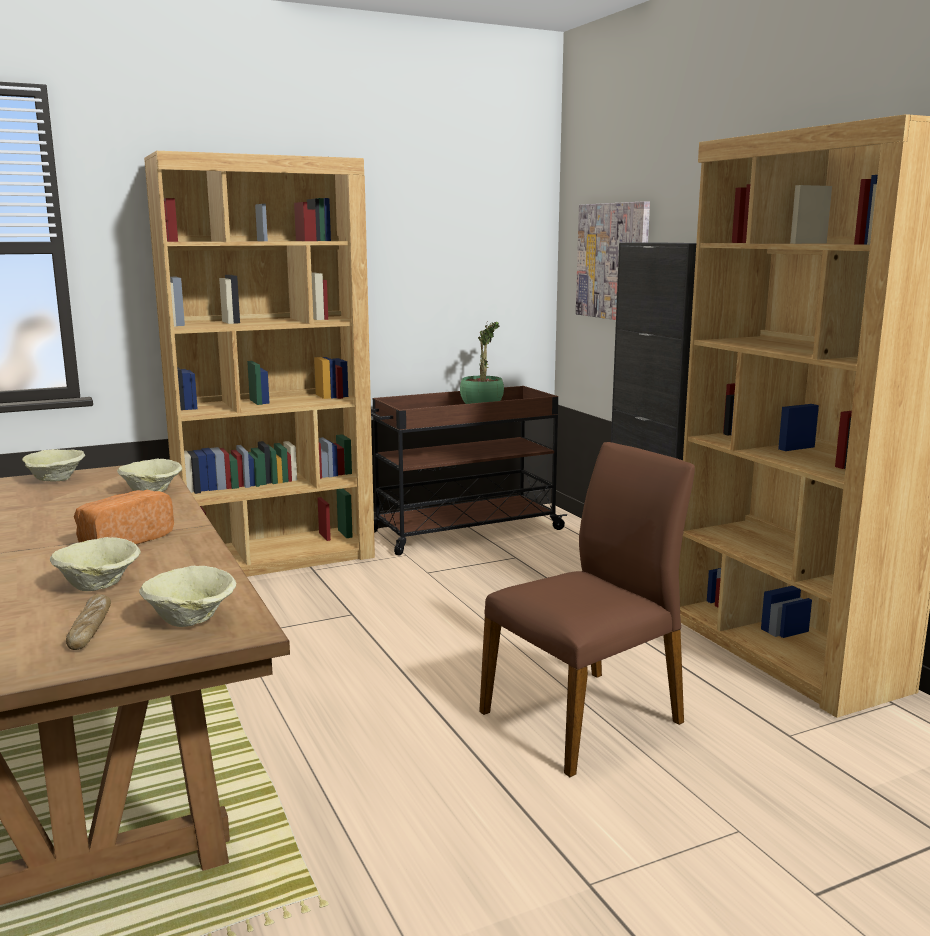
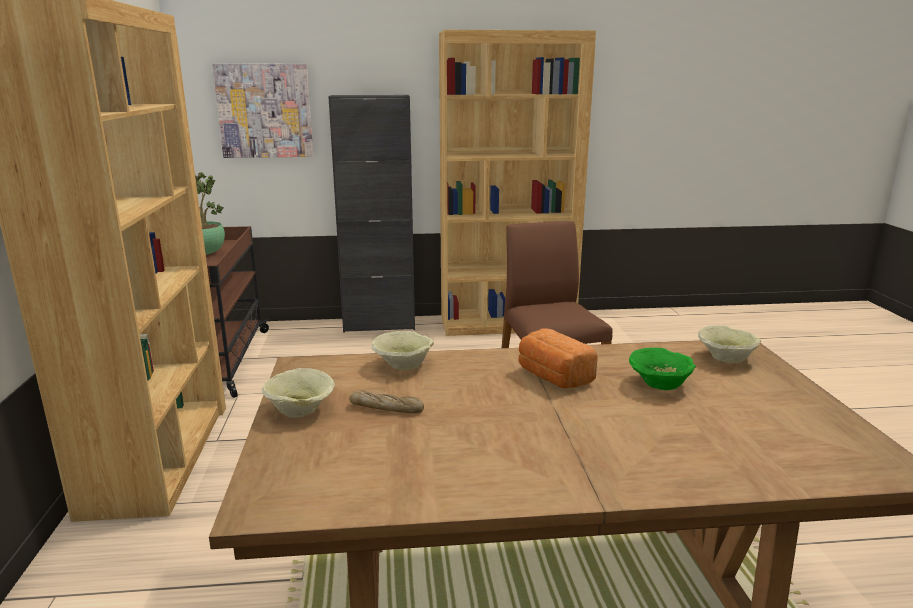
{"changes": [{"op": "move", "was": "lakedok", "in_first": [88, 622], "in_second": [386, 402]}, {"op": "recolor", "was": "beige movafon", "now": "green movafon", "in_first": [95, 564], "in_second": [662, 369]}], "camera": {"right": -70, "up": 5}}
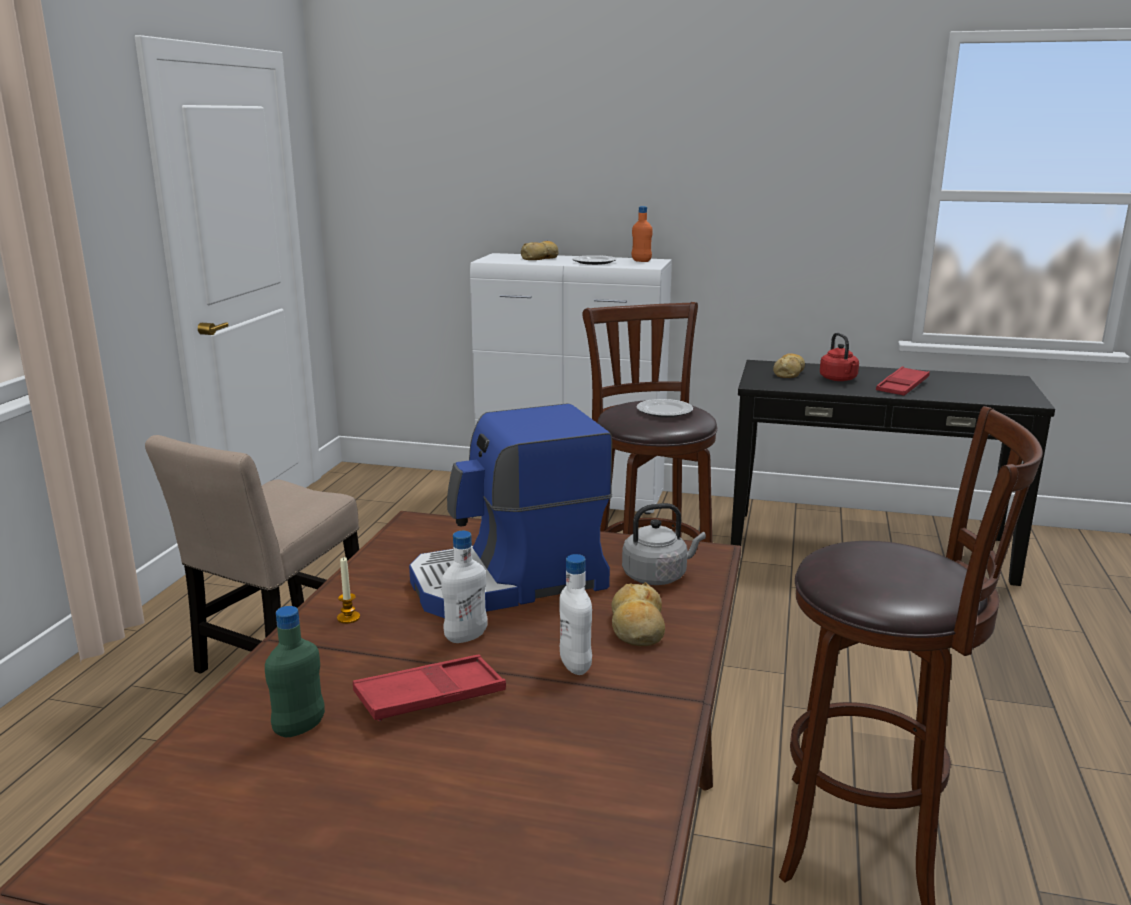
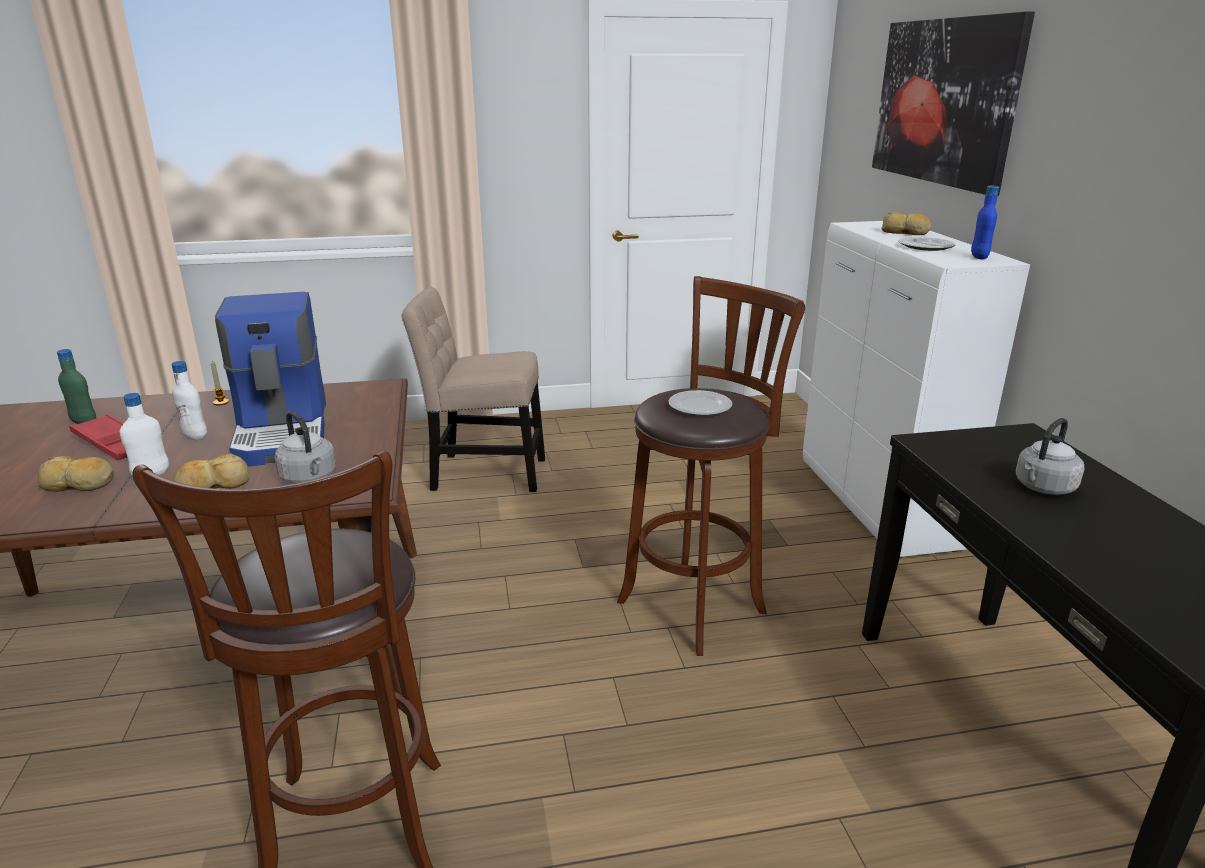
{"changes": [{"op": "delete", "was": "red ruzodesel", "in_first": [903, 381]}, {"op": "insert", "now": "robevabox", "in_second": [953, 104]}, {"op": "move", "was": "lakedok", "in_first": [789, 365], "in_second": [75, 474]}, {"op": "recolor", "was": "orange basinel", "now": "blue basinel", "in_first": [642, 234], "in_second": [985, 222]}, {"op": "recolor", "was": "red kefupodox", "now": "grey kefupodox", "in_first": [839, 357], "in_second": [1050, 456]}, {"op": "rotate", "was": "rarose", "in_first": [510, 510], "in_second": [270, 379], "clockwise": -150}], "camera": {"right": 65, "up": 5}}
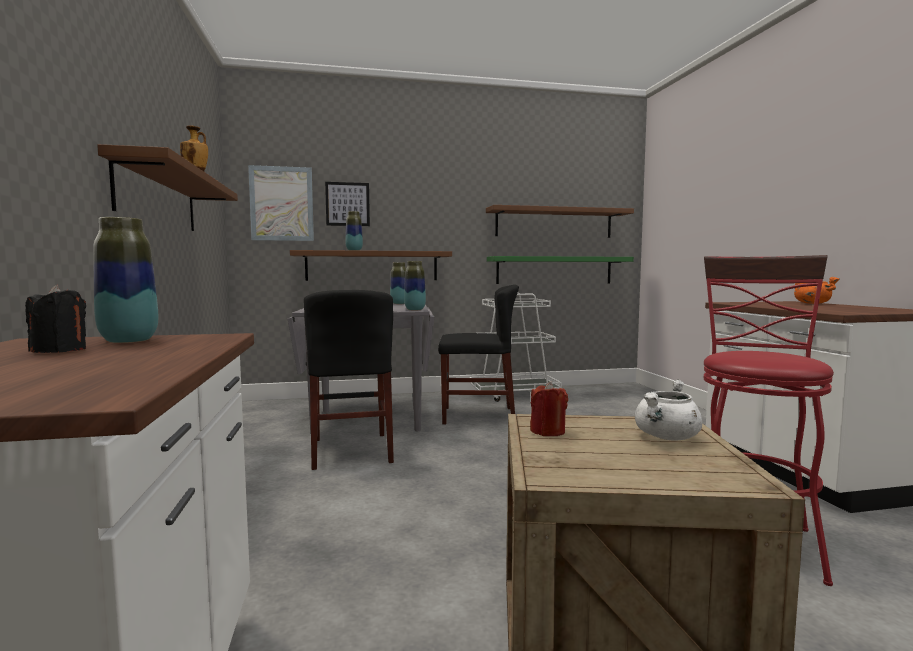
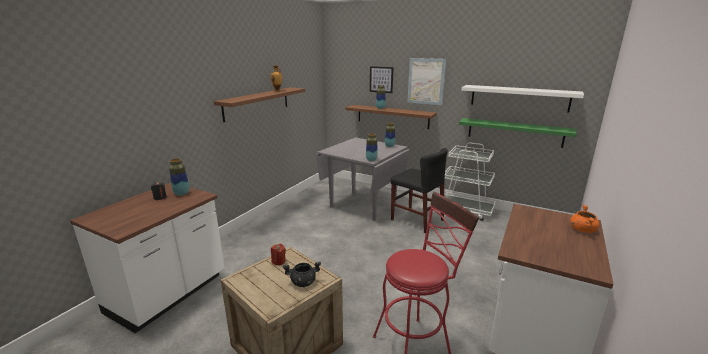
{"changes": [{"op": "delete", "was": "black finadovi", "in_first": [349, 380]}, {"op": "move", "was": "robevabox", "in_first": [281, 203], "in_second": [427, 81]}, {"op": "recolor", "was": "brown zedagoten", "now": "white zedagoten", "in_first": [560, 221], "in_second": [522, 98]}, {"op": "recolor", "was": "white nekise", "now": "black nekise", "in_first": [668, 410], "in_second": [302, 274]}], "camera": {"right": 40, "up": 15}}
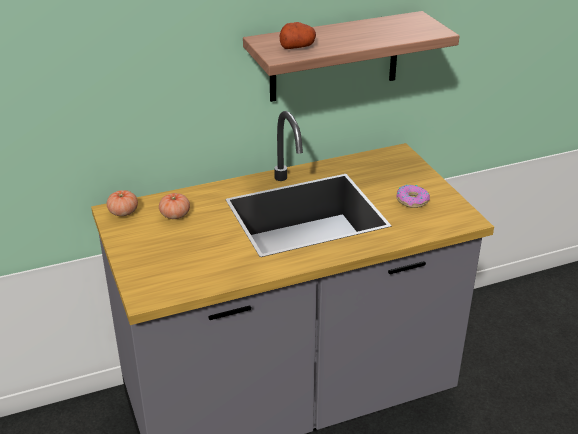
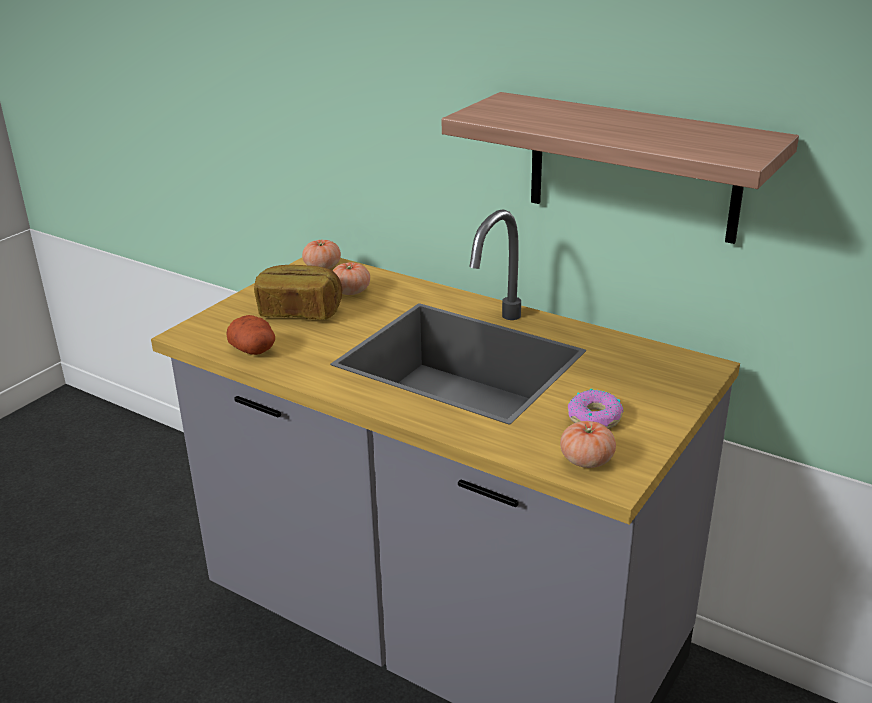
{"changes": [{"op": "insert", "now": "lakedok", "in_second": [298, 292]}, {"op": "insert", "now": "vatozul", "in_second": [588, 444]}, {"op": "move", "was": "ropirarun", "in_first": [297, 35], "in_second": [250, 335]}], "camera": {"right": 55, "up": -5}}
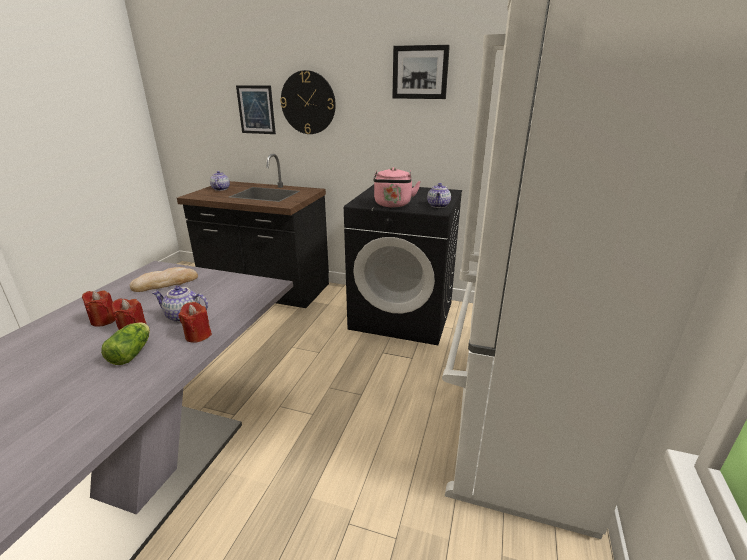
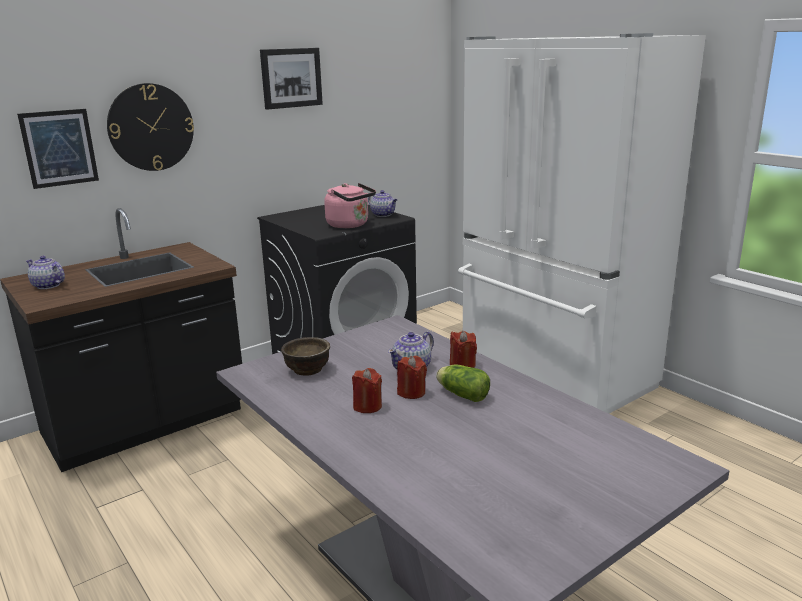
{"changes": [{"op": "replace", "was": "lakedok", "now": "brown movafon", "in_first": [164, 279], "in_second": [305, 356]}], "camera": {"right": -55, "up": -5}}
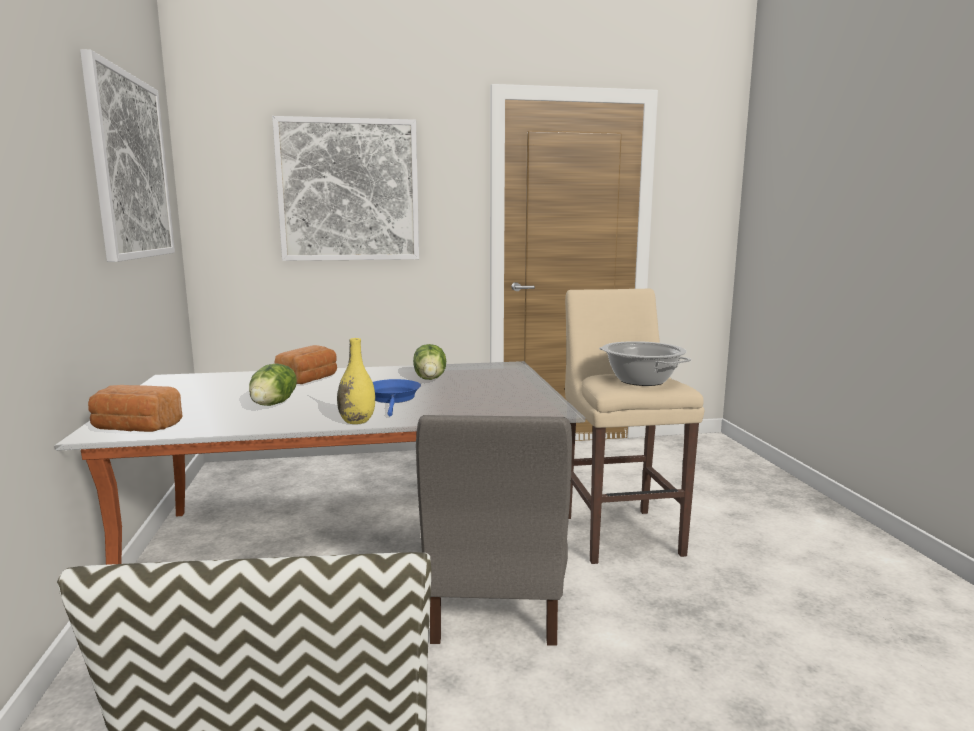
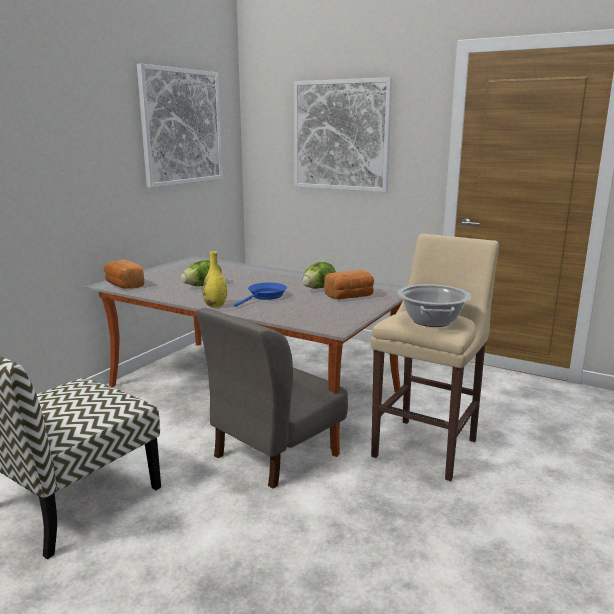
{"changes": [{"op": "move", "was": "lakedok", "in_first": [306, 364], "in_second": [349, 285]}], "camera": {"right": 40, "up": 5}}
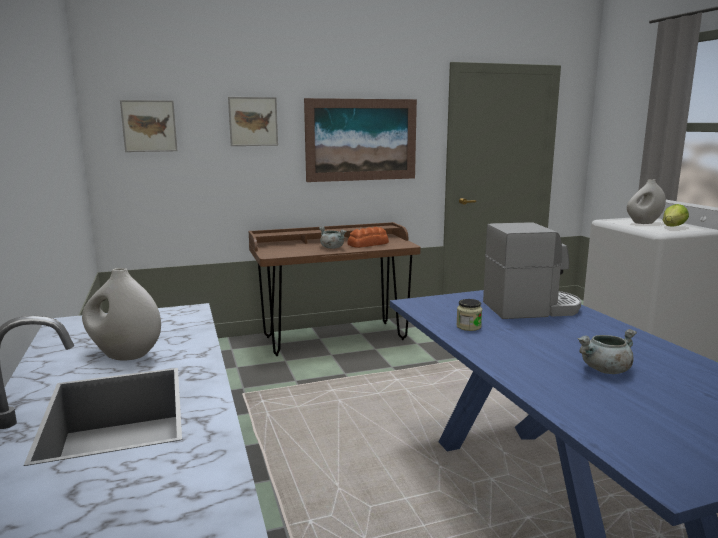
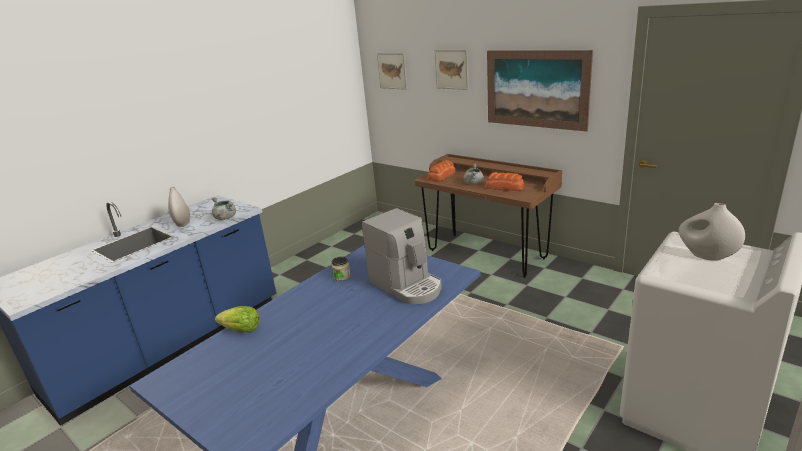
{"changes": [{"op": "insert", "now": "lakedok", "in_second": [442, 171]}, {"op": "move", "was": "grey nekise", "in_first": [607, 351], "in_second": [223, 208]}, {"op": "move", "was": "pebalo", "in_first": [676, 215], "in_second": [237, 319]}], "camera": {"right": 60, "up": 10}}
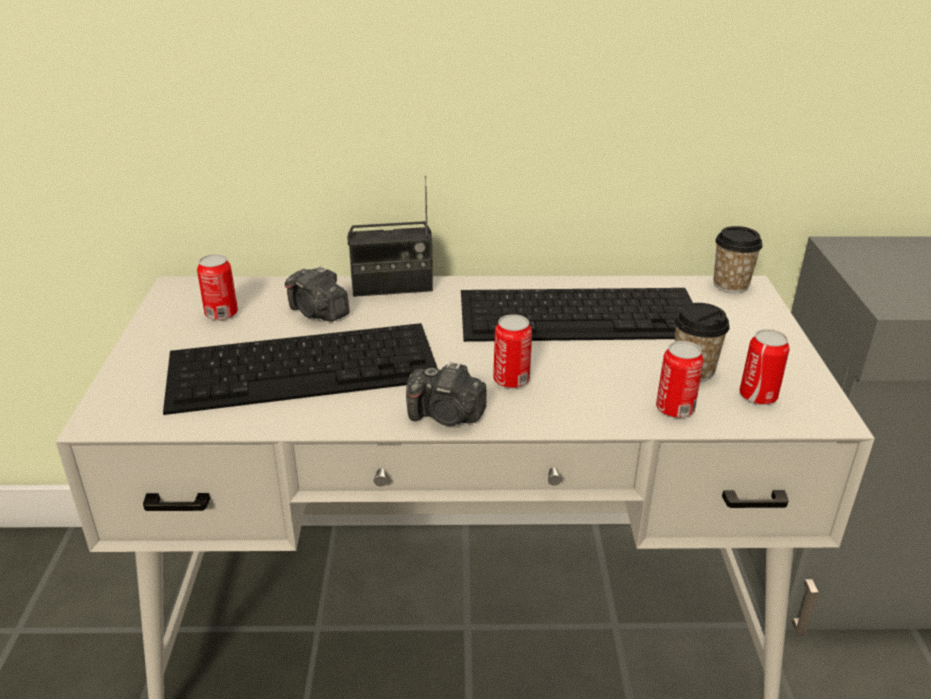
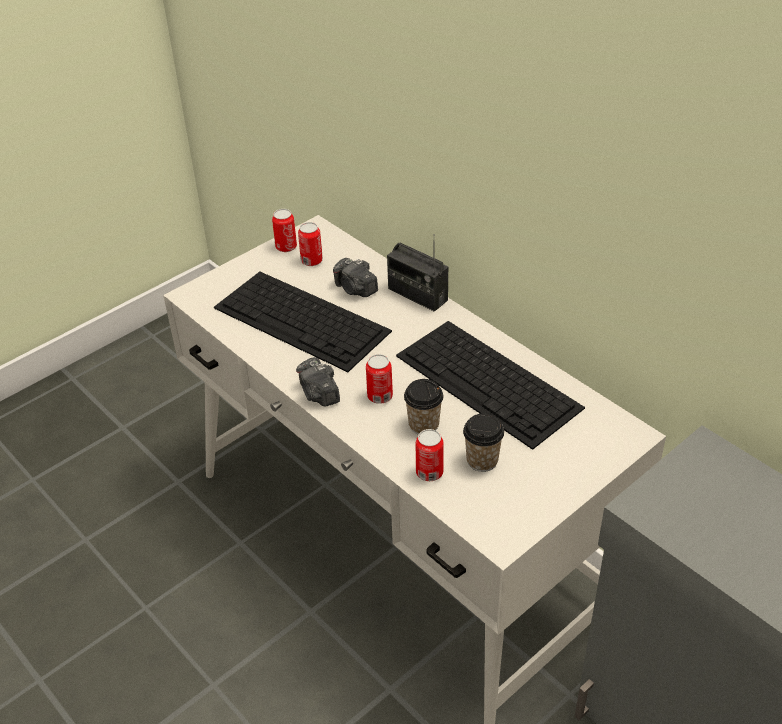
{"changes": [{"op": "move", "was": "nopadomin", "in_first": [738, 259], "in_second": [423, 407]}, {"op": "move", "was": "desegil", "in_first": [765, 367], "in_second": [284, 230]}, {"op": "rotate", "was": "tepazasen", "in_first": [317, 294], "in_second": [355, 277], "clockwise": -45}], "camera": {"right": 50, "up": 10}}
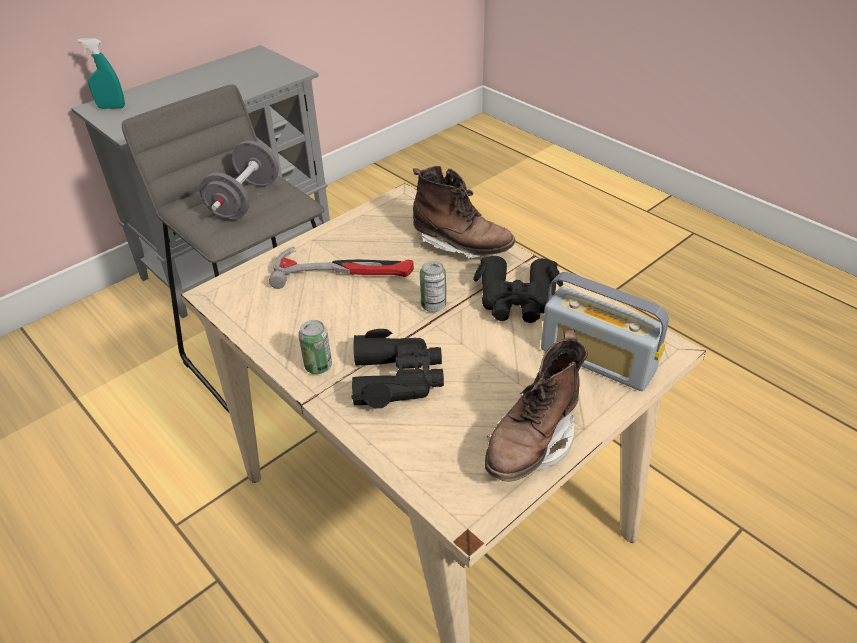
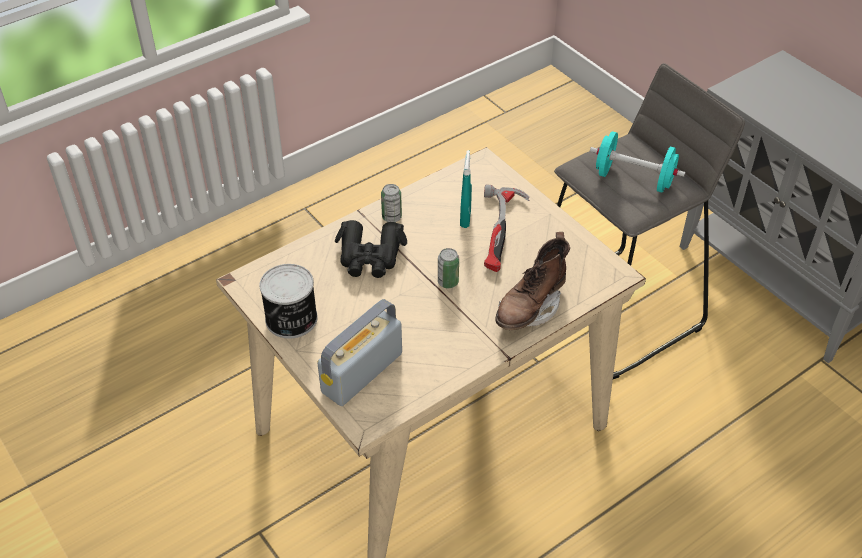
{"changes": [{"op": "delete", "was": "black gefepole", "in_first": [518, 289]}, {"op": "move", "was": "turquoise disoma", "in_first": [101, 73], "in_second": [466, 189]}, {"op": "replace", "was": "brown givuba", "now": "desegil", "in_first": [536, 405], "in_second": [288, 301]}, {"op": "recolor", "was": "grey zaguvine", "now": "turquoise zaguvine", "in_first": [239, 180], "in_second": [638, 162]}], "camera": {"right": 95, "up": 5}}
